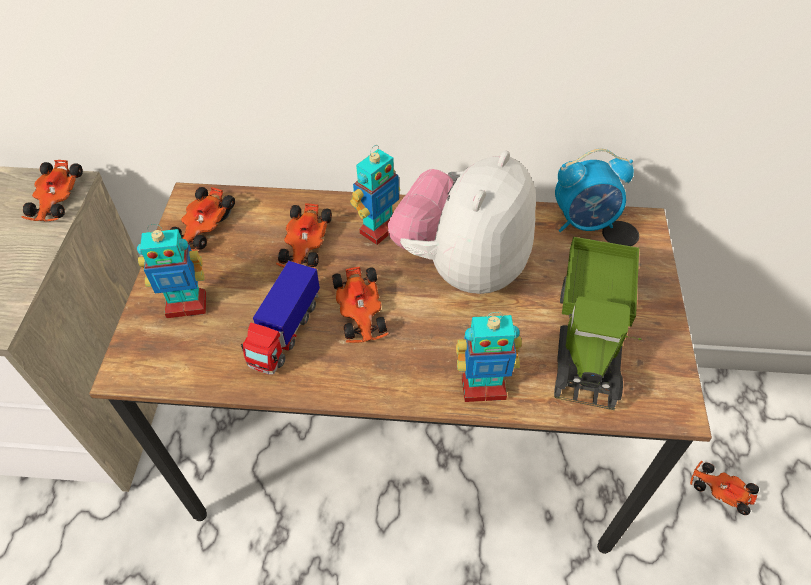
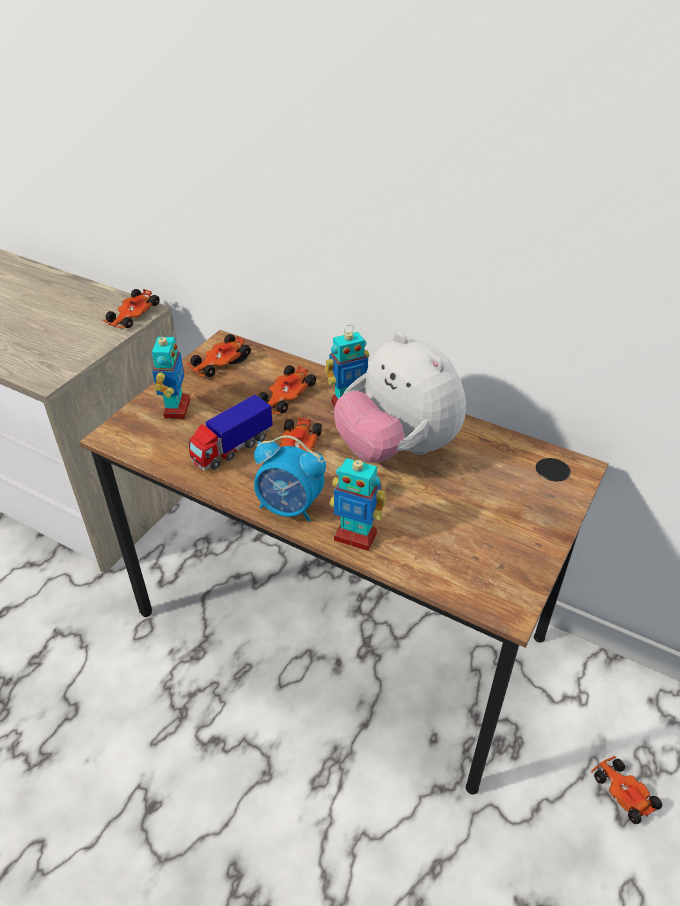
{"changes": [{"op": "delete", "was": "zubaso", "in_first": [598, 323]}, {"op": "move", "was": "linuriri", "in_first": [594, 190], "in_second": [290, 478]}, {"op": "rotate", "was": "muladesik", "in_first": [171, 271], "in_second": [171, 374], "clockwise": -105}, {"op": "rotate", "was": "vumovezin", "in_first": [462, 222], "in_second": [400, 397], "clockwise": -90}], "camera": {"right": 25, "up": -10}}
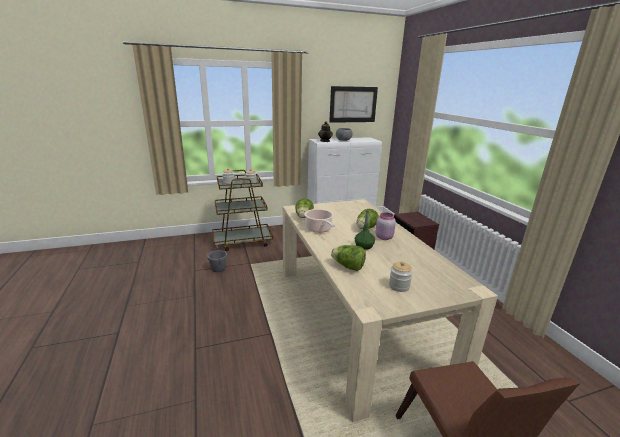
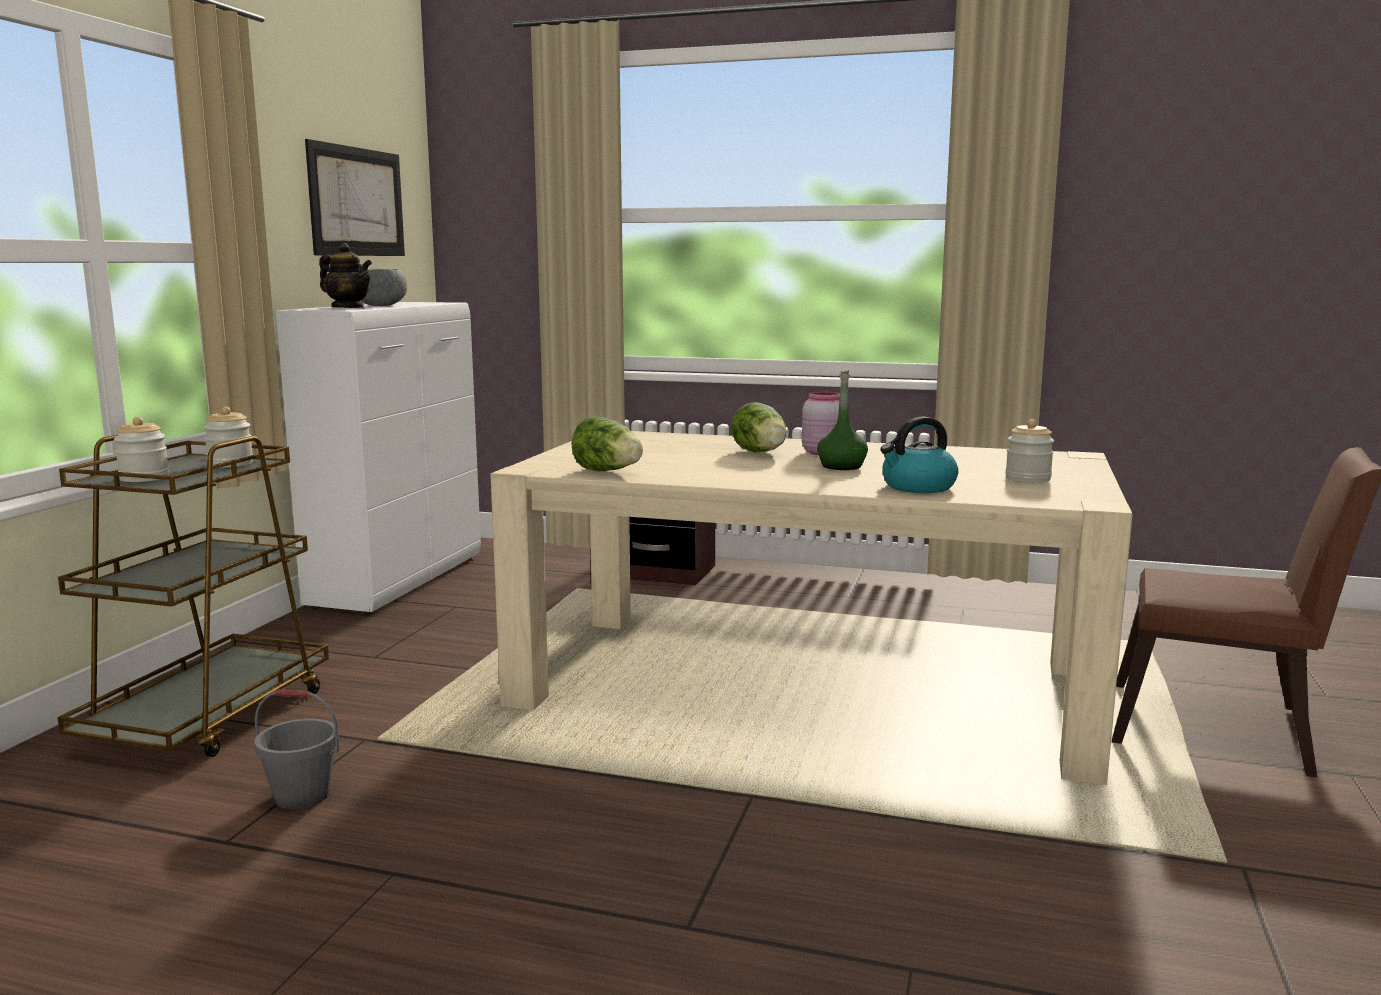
{"changes": [{"op": "delete", "was": "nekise", "in_first": [320, 221]}, {"op": "replace", "was": "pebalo", "now": "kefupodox", "in_first": [348, 258], "in_second": [919, 455]}], "camera": {"right": -55, "up": -10}}
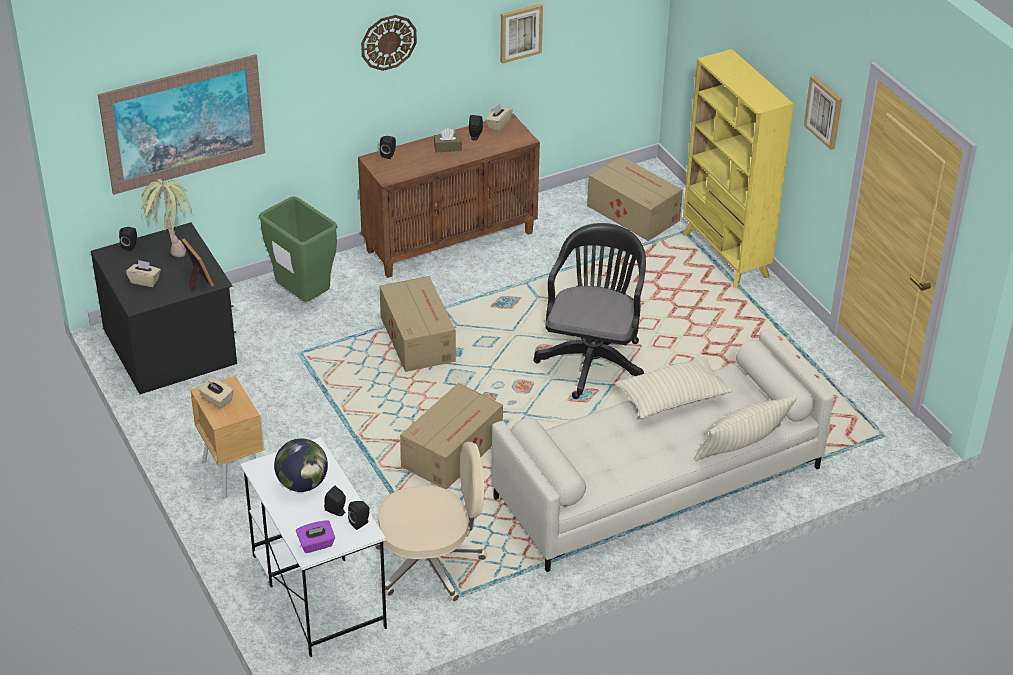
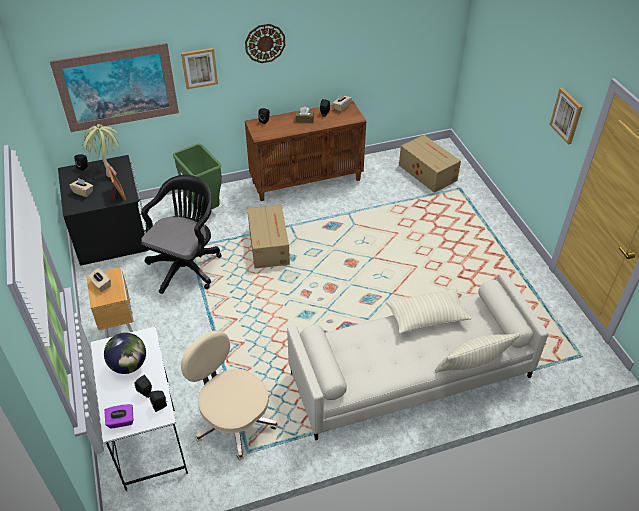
{"changes": [{"op": "delete", "was": "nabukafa", "in_first": [451, 436]}, {"op": "delete", "was": "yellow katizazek", "in_first": [738, 168]}, {"op": "move", "was": "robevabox", "in_first": [521, 34], "in_second": [199, 68]}, {"op": "move", "was": "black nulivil", "in_first": [589, 311], "in_second": [180, 234]}, {"op": "rotate", "was": "beige nulivil", "in_first": [430, 522], "in_second": [229, 395], "clockwise": -135}], "camera": {"right": 10, "up": 5}}
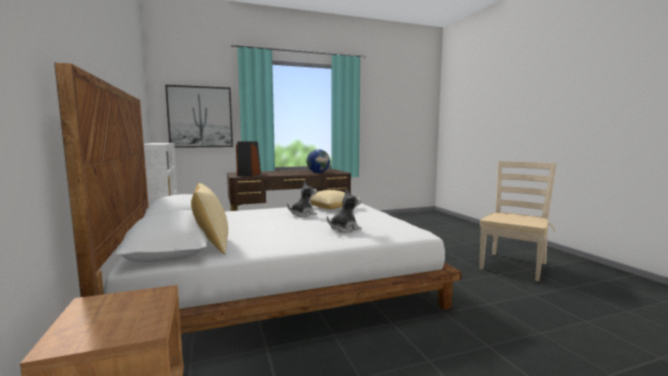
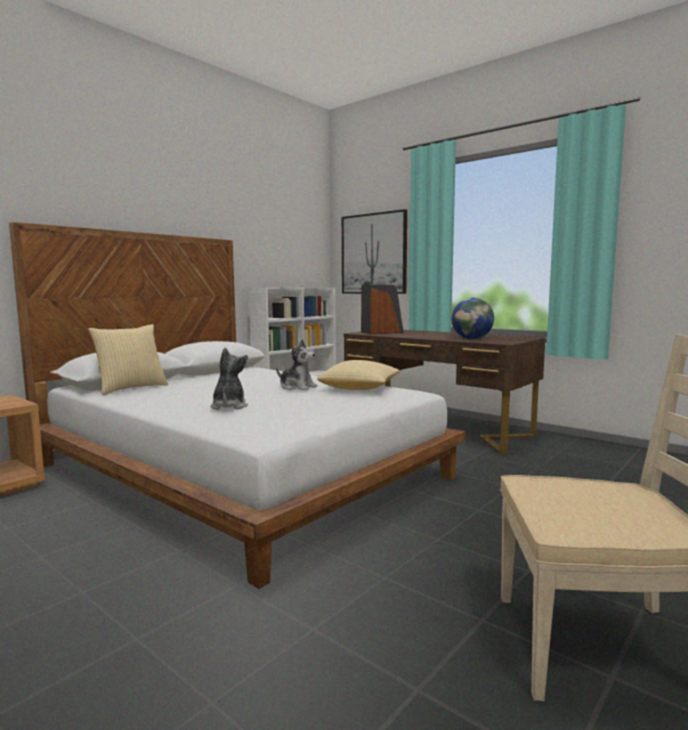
{"changes": [{"op": "rotate", "was": "vumovezin", "in_first": [344, 211], "in_second": [229, 379], "clockwise": -120}], "camera": {"right": 60, "up": 0}}
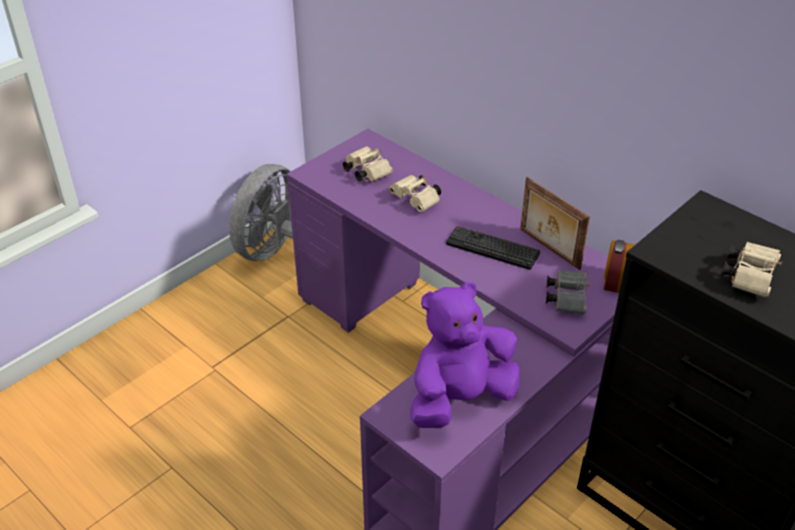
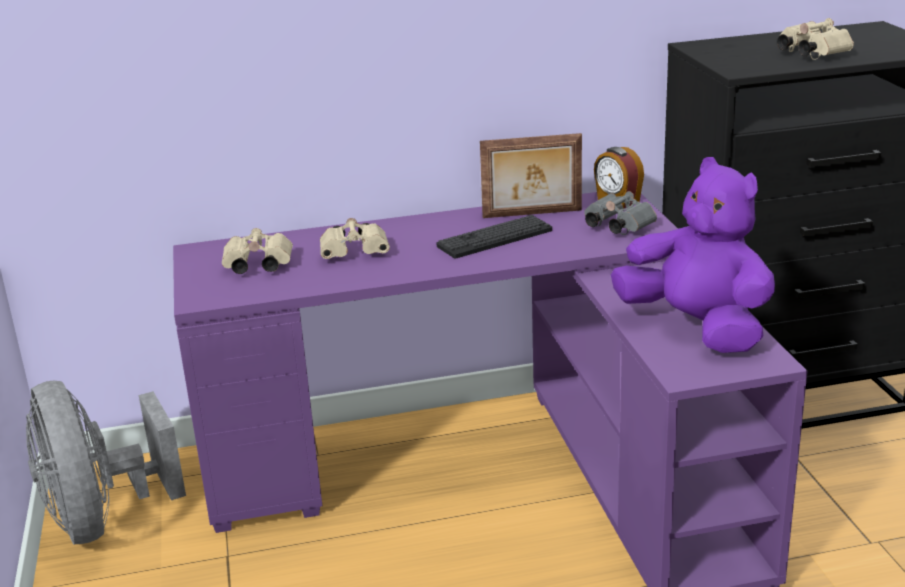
{"changes": [{"op": "rotate", "was": "purple vumovezin", "in_first": [465, 354], "in_second": [693, 255], "clockwise": 135}], "camera": {"right": -55, "up": -15}}
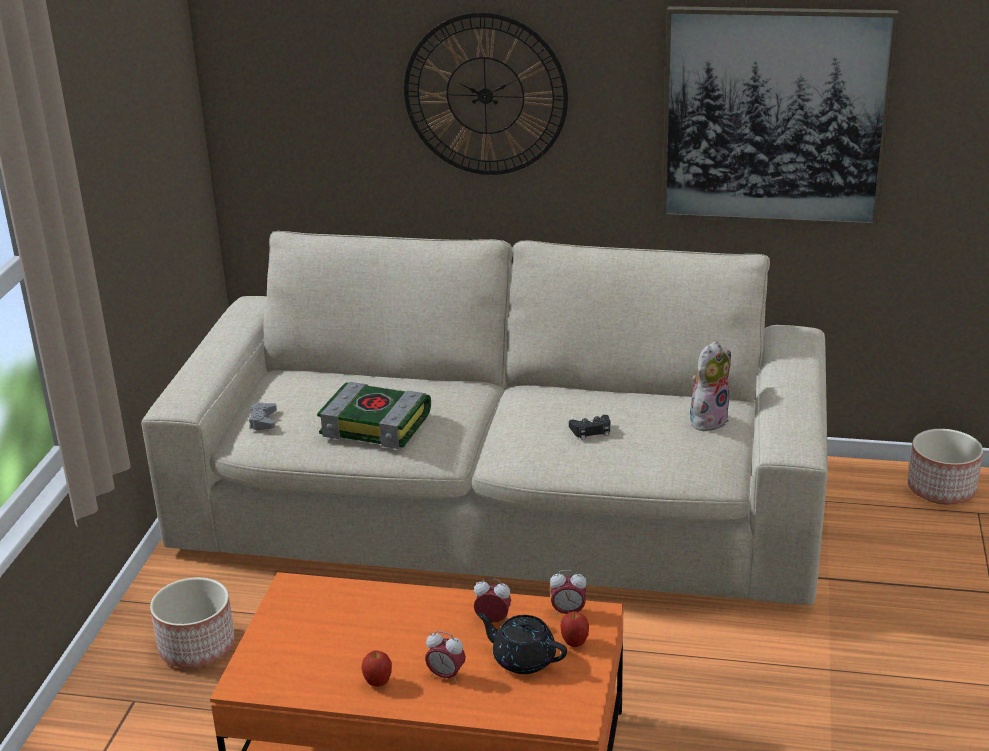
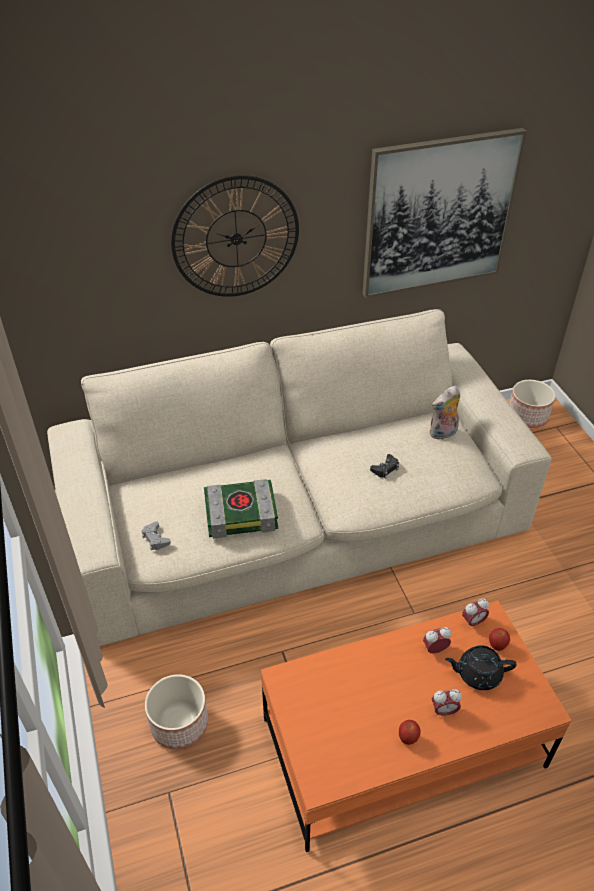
{"changes": [{"op": "rotate", "was": "vumovezin", "in_first": [710, 386], "in_second": [445, 413], "clockwise": -135}], "camera": {"right": -30, "up": 15}}
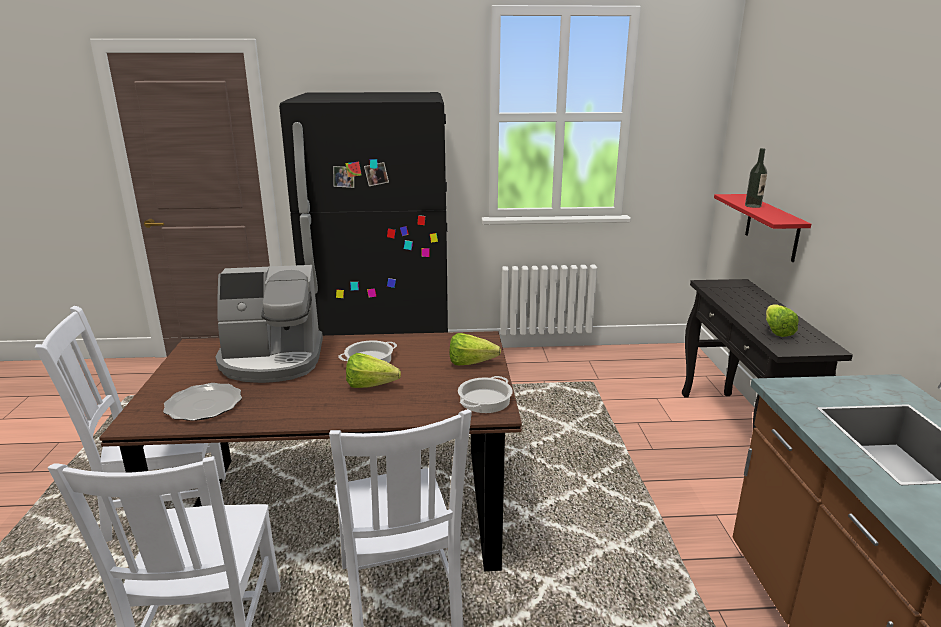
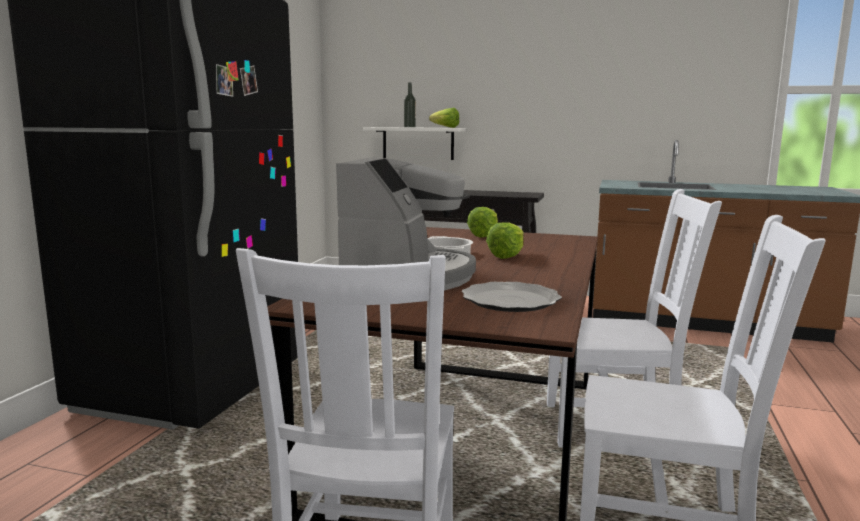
{"changes": [{"op": "delete", "was": "nekise", "in_first": [485, 394]}, {"op": "move", "was": "pebalo", "in_first": [782, 320], "in_second": [444, 118]}, {"op": "recolor", "was": "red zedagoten", "now": "white zedagoten", "in_first": [762, 228], "in_second": [414, 143]}], "camera": {"right": -70, "up": -10}}
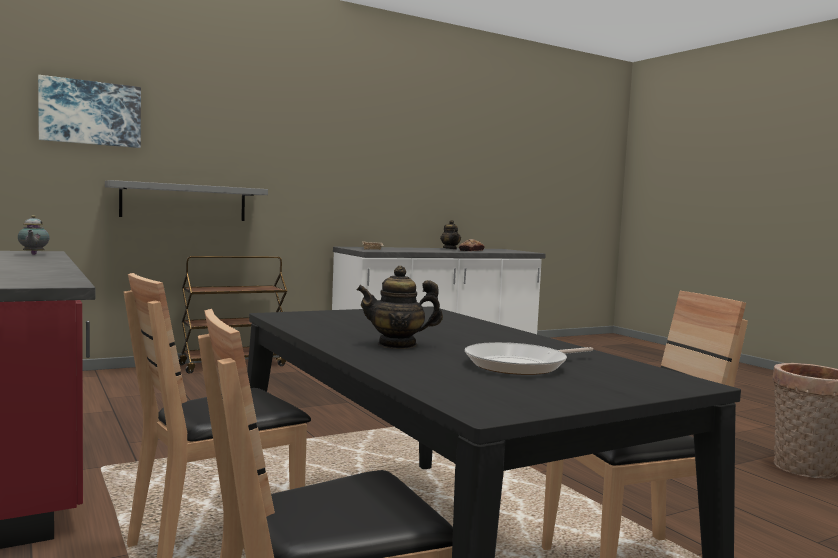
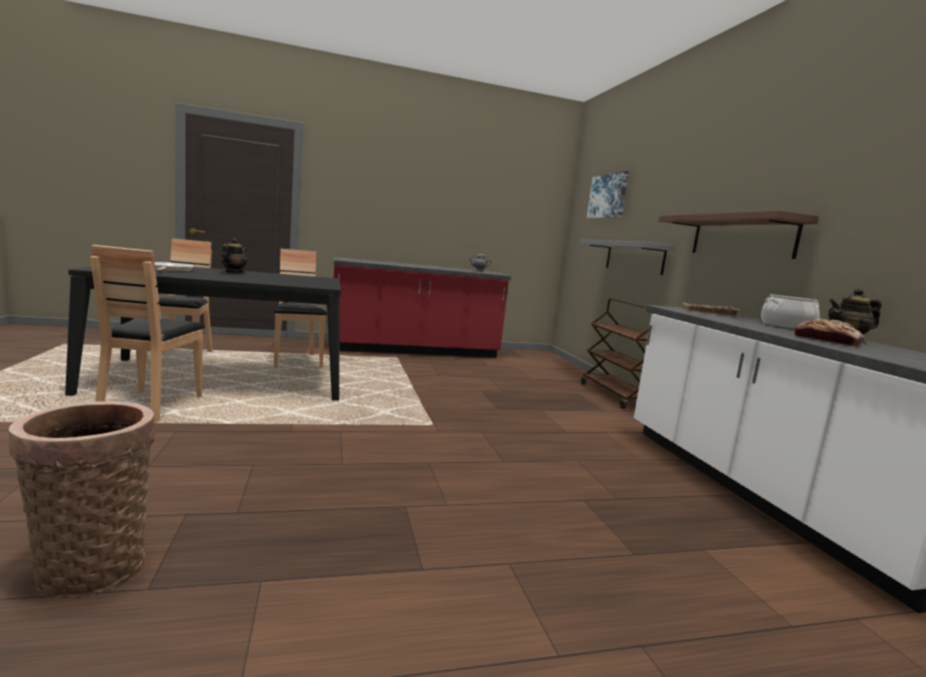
{"changes": [{"op": "insert", "now": "brown zedagoten", "in_second": [739, 234]}, {"op": "insert", "now": "nekise", "in_second": [790, 311]}], "camera": {"right": 105, "up": 5}}
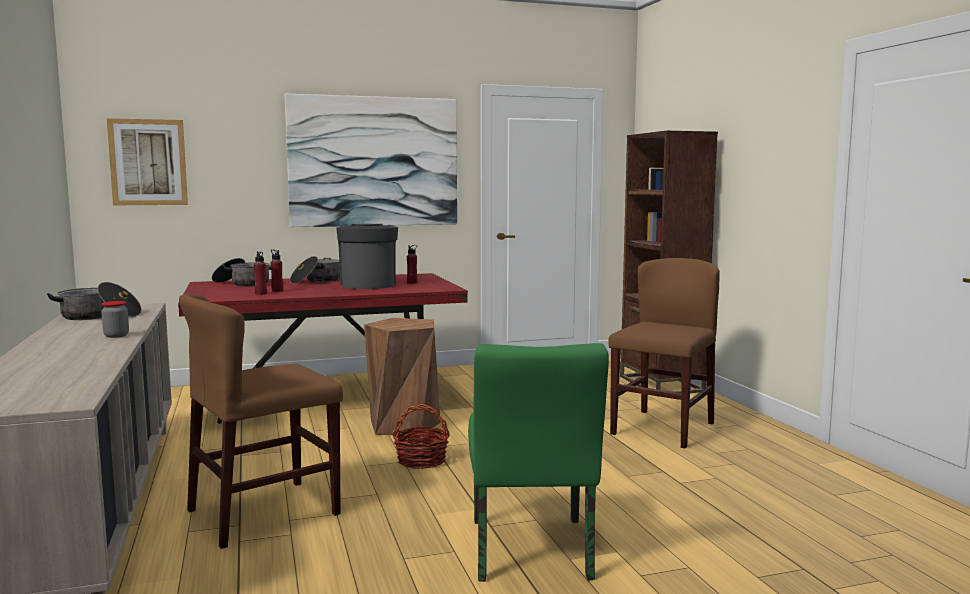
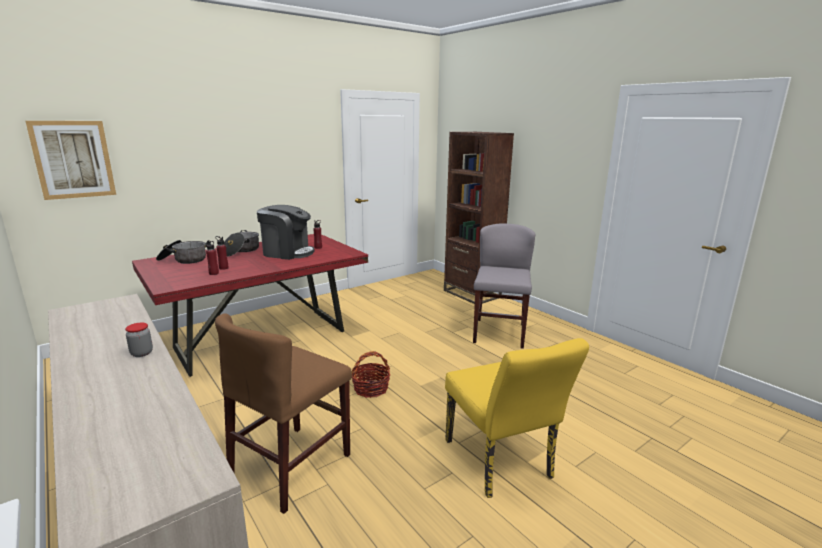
{"changes": [{"op": "delete", "was": "nekise", "in_first": [94, 301]}, {"op": "delete", "was": "robevabox", "in_first": [371, 160]}, {"op": "delete", "was": "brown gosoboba", "in_first": [402, 376]}, {"op": "recolor", "was": "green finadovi", "now": "yellow finadovi", "in_first": [538, 462], "in_second": [517, 418]}, {"op": "recolor", "was": "brown finadovi", "now": "grey finadovi", "in_first": [664, 353], "in_second": [504, 286]}, {"op": "rotate", "was": "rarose", "in_first": [367, 256], "in_second": [285, 232], "clockwise": 135}], "camera": {"right": -20, "up": 10}}
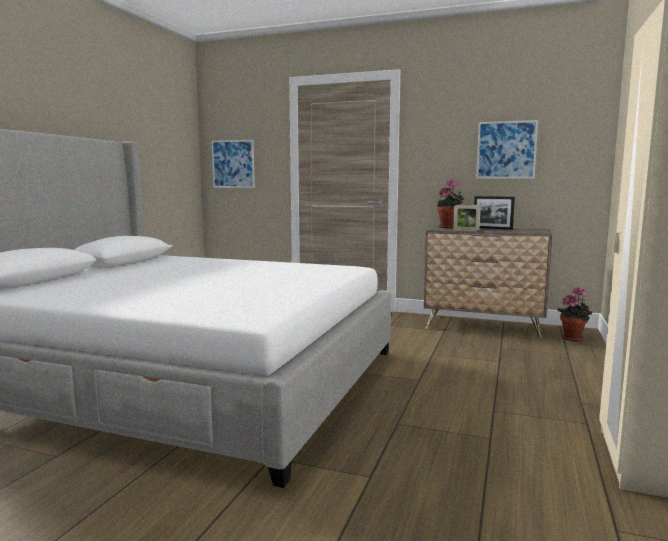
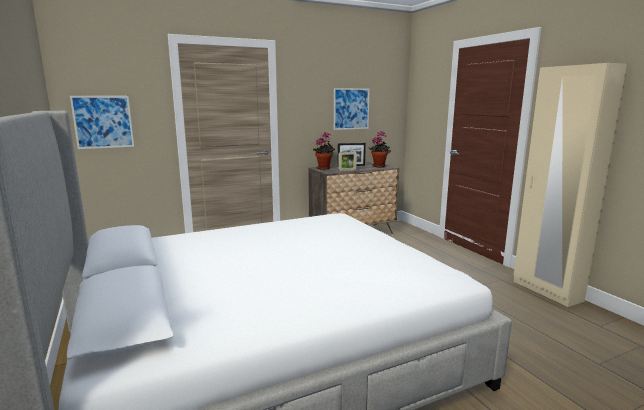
{"changes": [{"op": "move", "was": "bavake", "in_first": [574, 314], "in_second": [380, 149]}], "camera": {"right": -45, "up": 5}}
